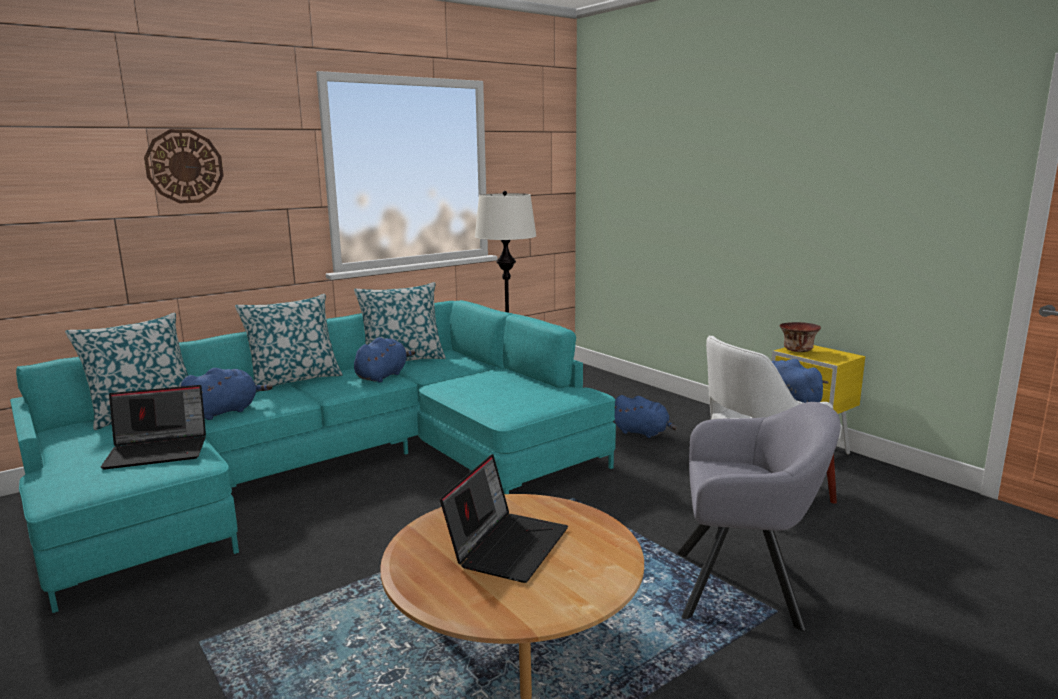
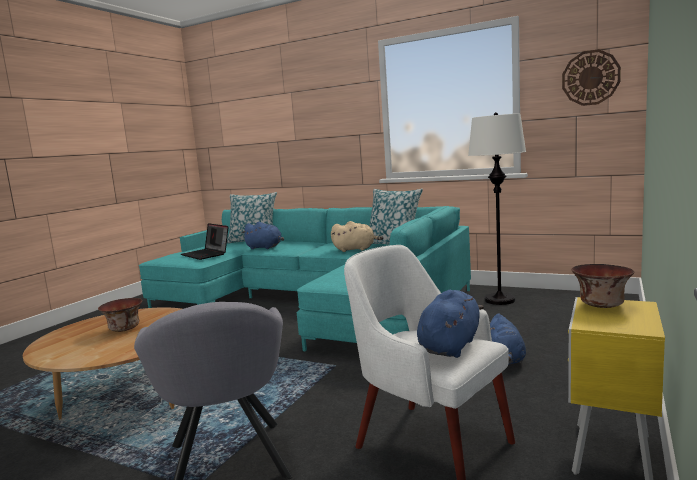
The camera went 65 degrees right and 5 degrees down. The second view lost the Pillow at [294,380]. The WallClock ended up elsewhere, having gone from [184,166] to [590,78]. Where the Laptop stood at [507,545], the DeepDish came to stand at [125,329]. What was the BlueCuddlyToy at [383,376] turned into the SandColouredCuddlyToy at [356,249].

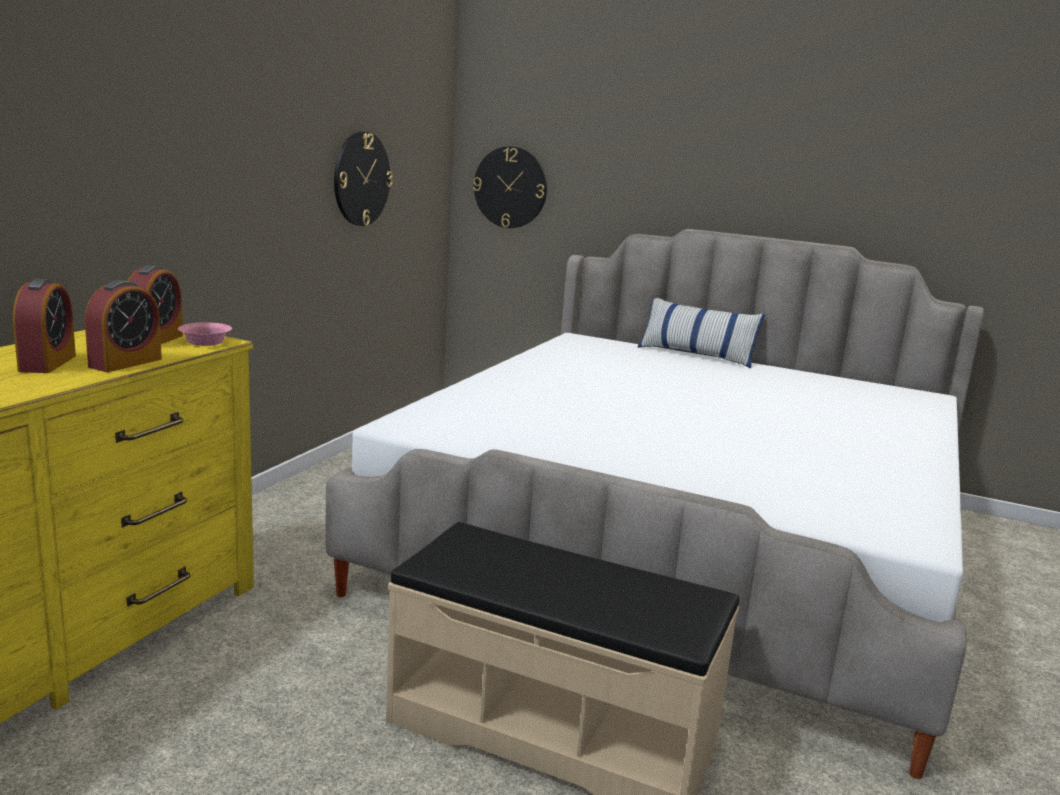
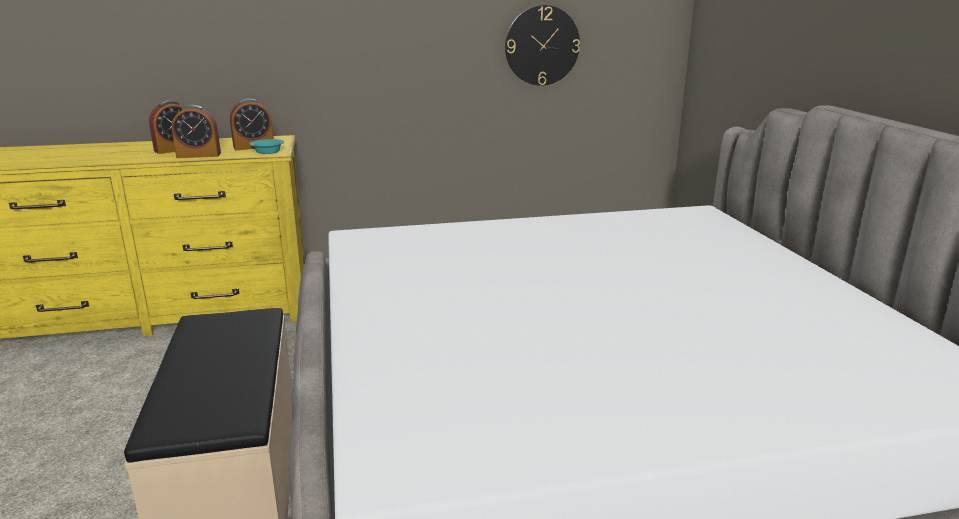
The camera went 55 degrees right and 5 degrees up. The second view lost the WallClock at [510,187]. The second view lost the Pillow at [696,355]. What was the PinkColouredDeepDish at [204,342] turned into the BlueGreenDeepDish at [267,152].

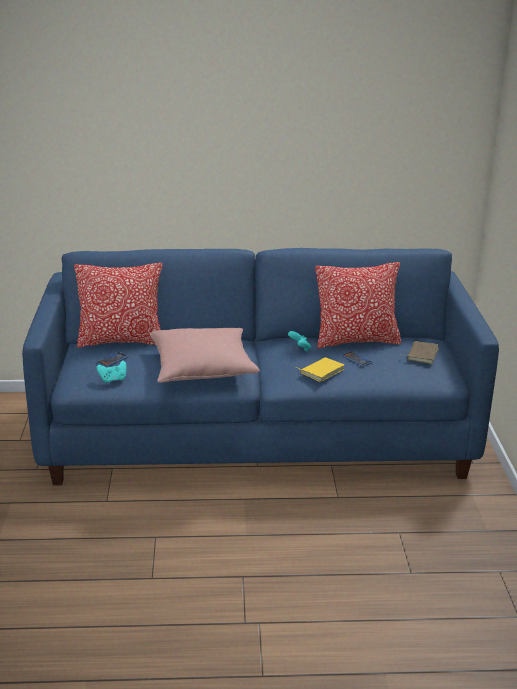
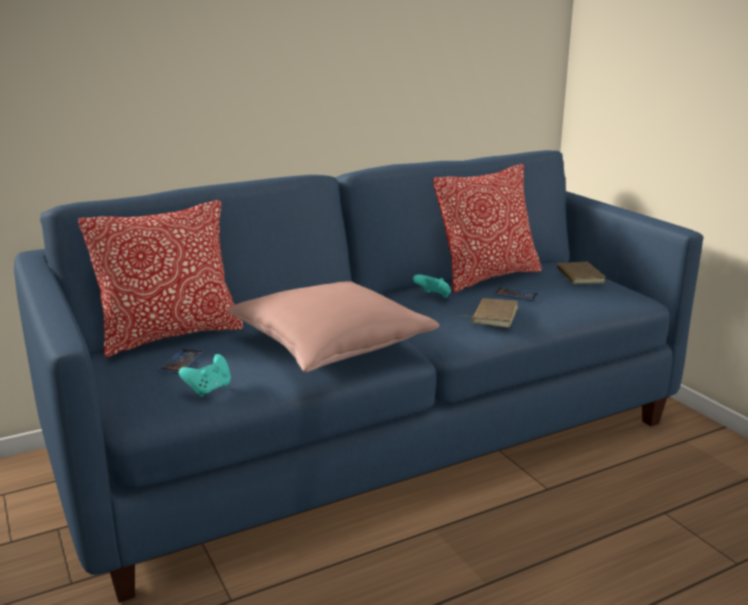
The camera went 25 degrees left and 5 degrees down. What was the YellowishBook at [321,371] turned into the BrownBook at [492,315].

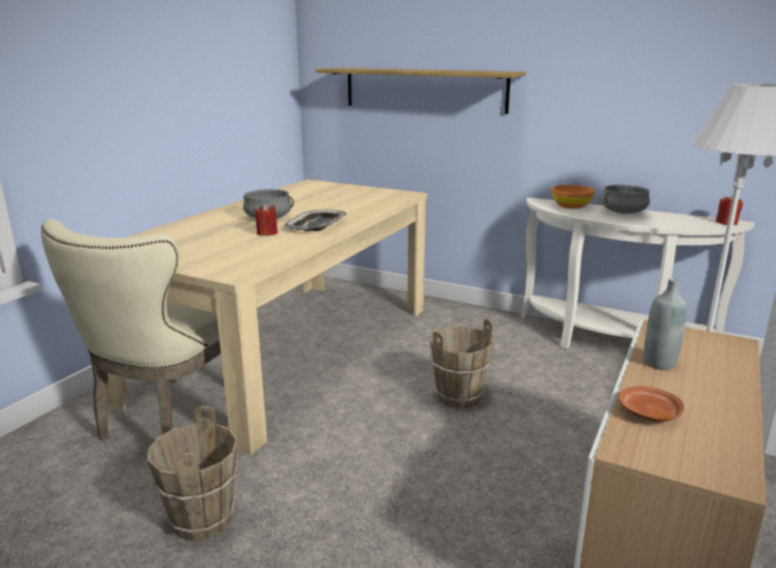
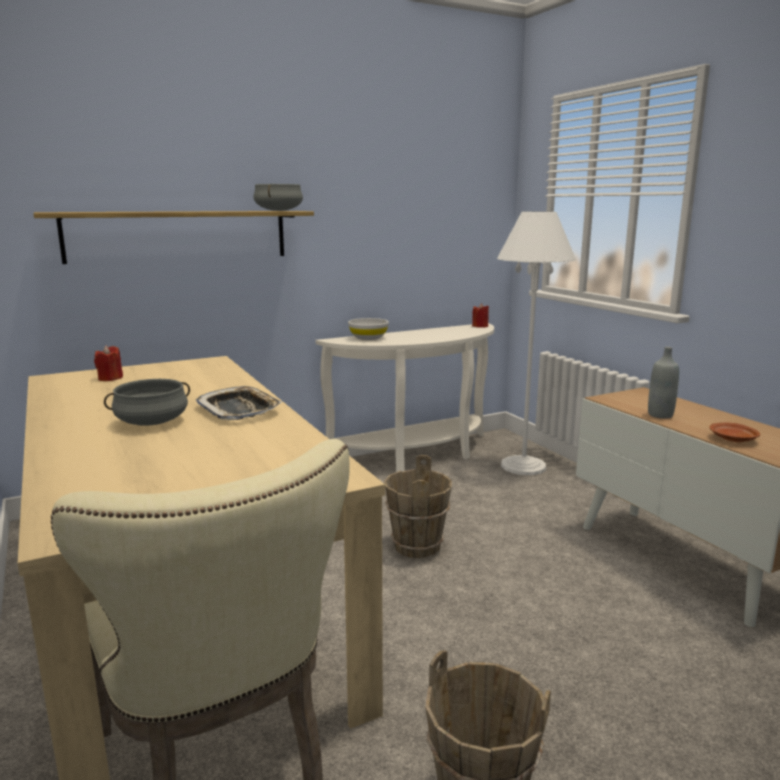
The camera went 55 degrees left and 5 degrees down. The RedColouredWaxLight ended up elsewhere, having gone from [267,233] to [110,378]. The GreyishStockpot ended up elsewhere, having gone from [623,212] to [278,210]. What was the OrangeyDeepDish at [571,206] turned into the WhitishDeepDish at [368,338].

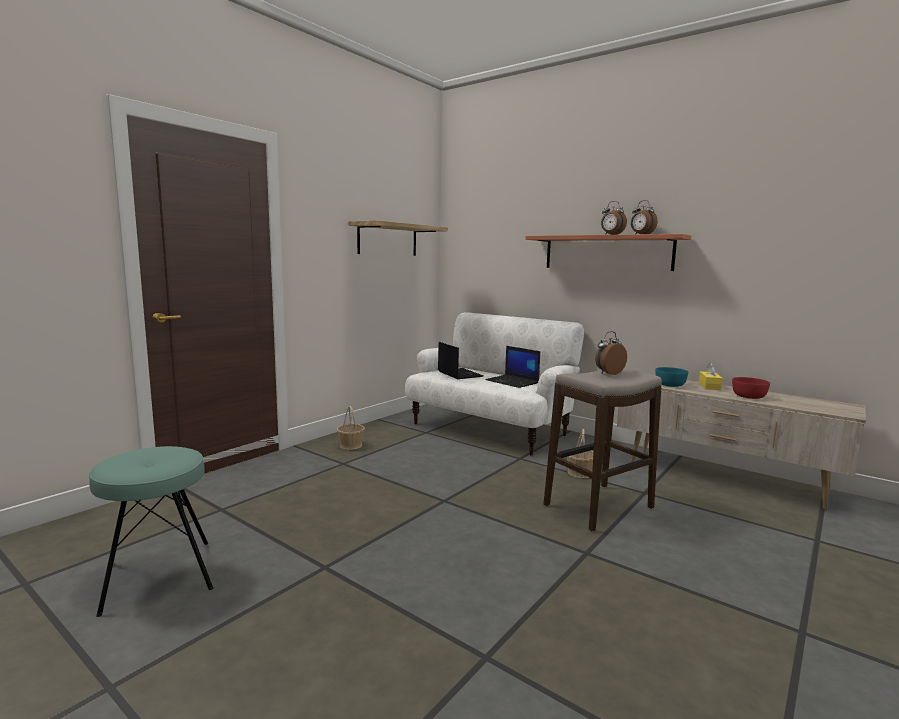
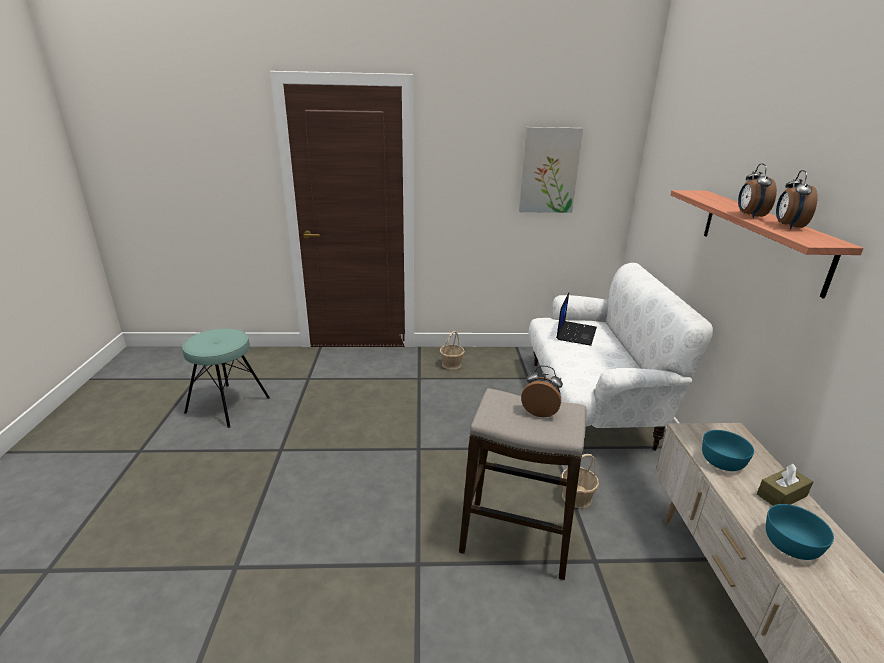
The camera went 50 degrees right and 15 degrees up. The second view lost the Laptop at [513,382]. Where the WallShelf hung at [388,240], the WallPicture came to hang at [549,170]. What was the YellowishBoxOfTissues at [709,386] turned into the BrownBoxOfTissues at [781,495]. What was the RedColouredDeepDish at [748,396] turned into the BlueGreenDeepDish at [790,544].

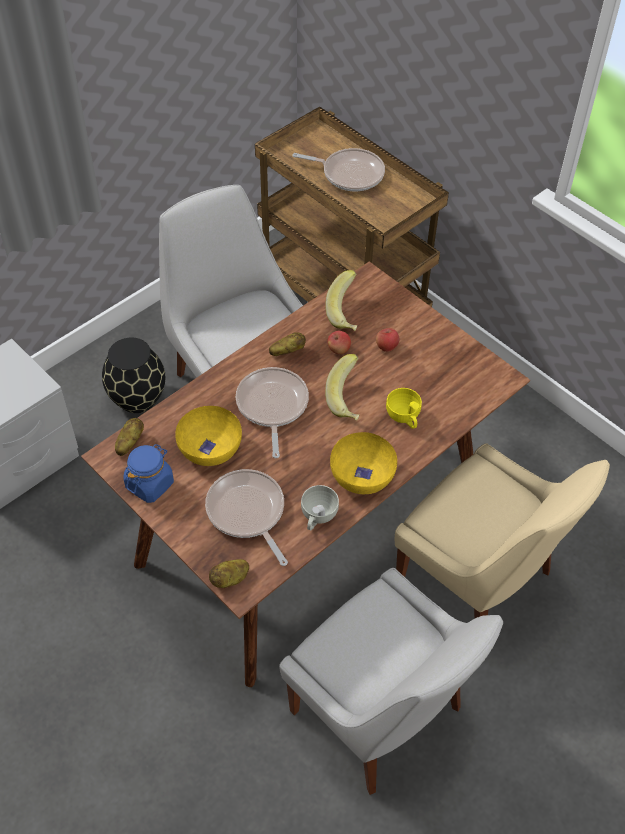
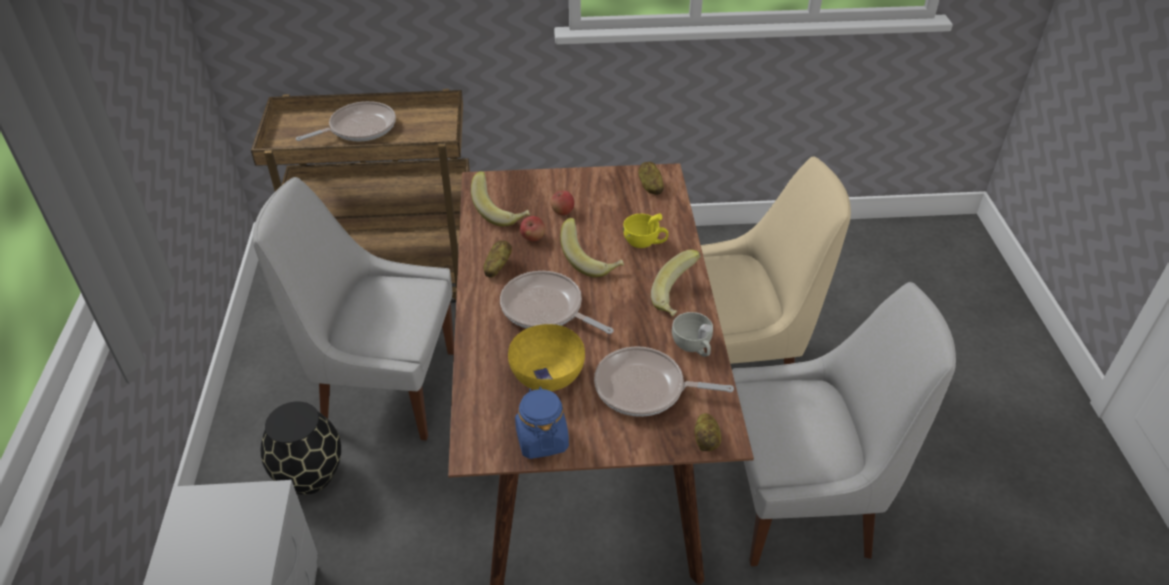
The camera went 50 degrees left and 10 degrees down. The WholePotato ended up elsewhere, having gone from [129,443] to [650,187]. Where the YellowishDeepDish stood at [361,476], the Banana came to stand at [678,298].

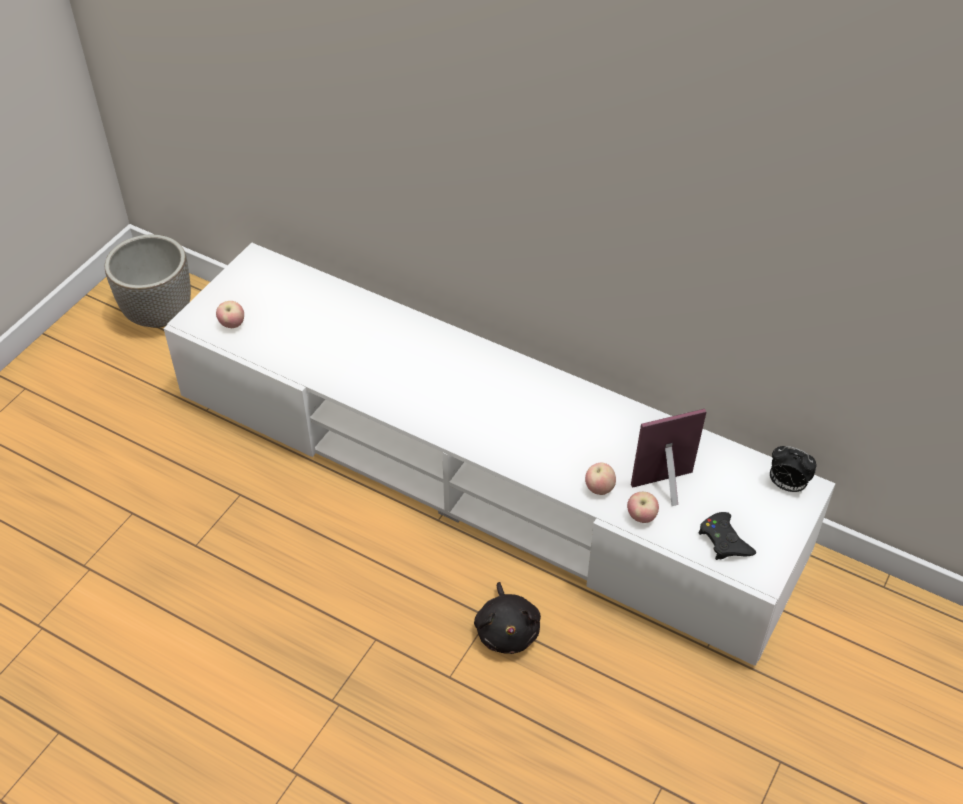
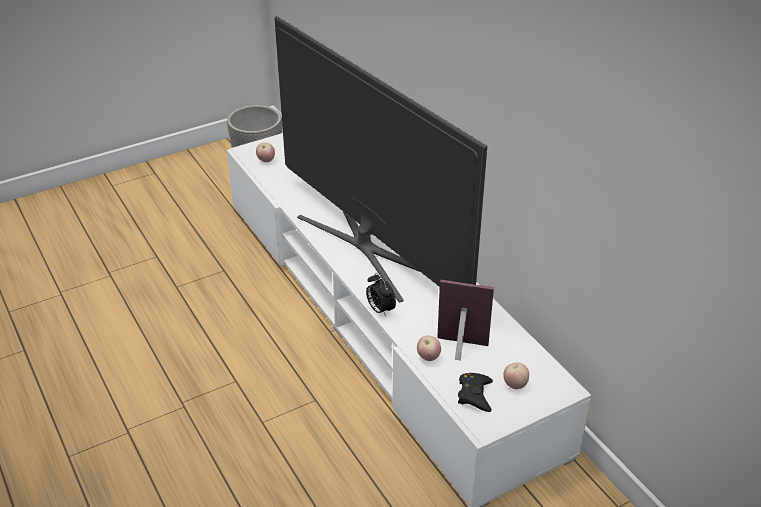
The camera went 30 degrees right and 10 degrees down. The second view lost the BlackishCuddlyToy at [507,630]. The second view gained the Television at [369,246]. The WholeApple ended up elsewhere, having gone from [599,488] to [515,385]. The TableClock ended up elsewhere, having gone from [786,485] to [380,310].

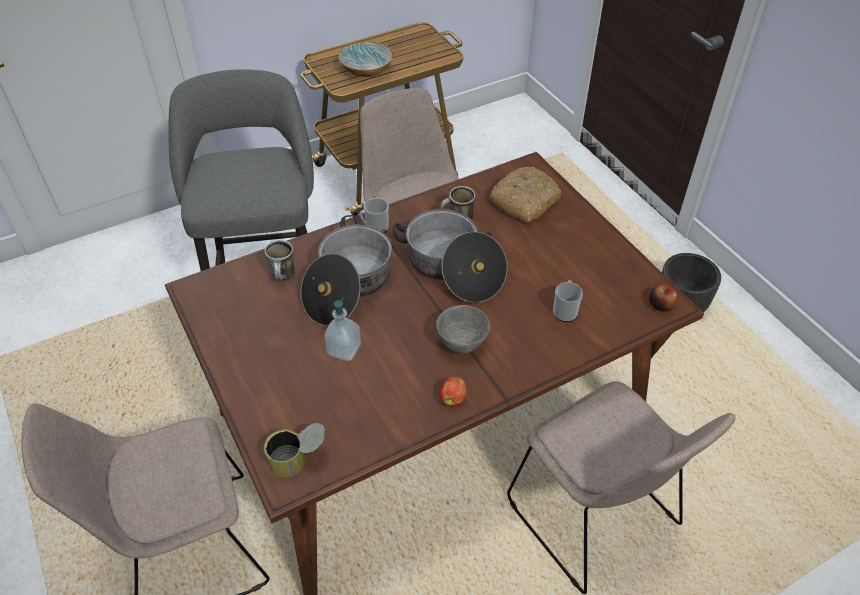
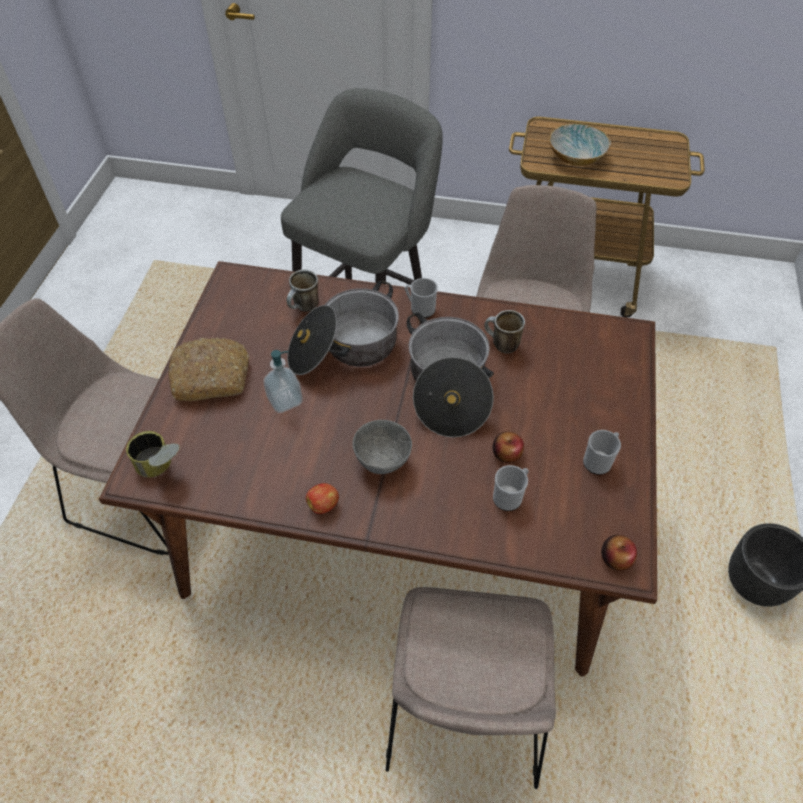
The camera went 40 degrees right and 5 degrees up. The second view gained the WholeApple at [506,453]. The second view gained the TeaMug at [599,461]. The Bread ended up elsewhere, having gone from [525,201] to [212,376].

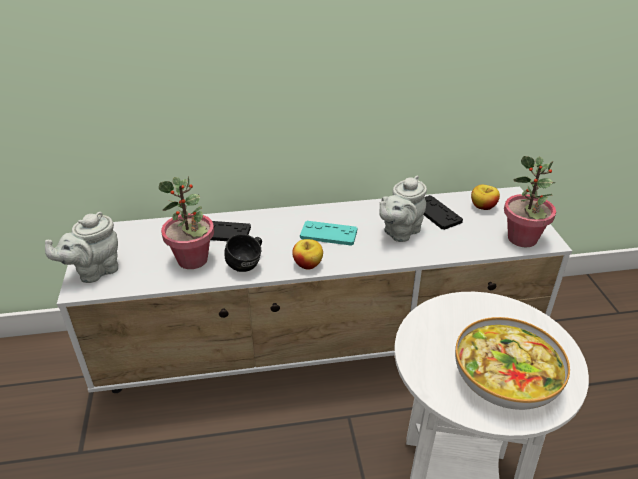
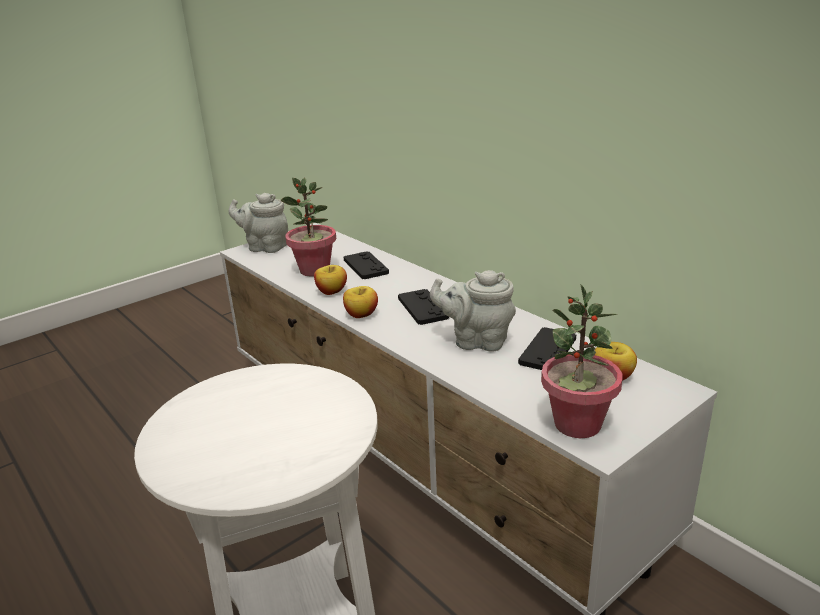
The camera went 60 degrees right and 10 degrees down. The second view lost the DeepDish at [504,379]. Where the BlackishTeaMug stood at [248,265], the WholeApple came to stand at [331,291]. What was the BlueGreenJoypad at [328,234] turned into the BlackishJoypad at [422,308].

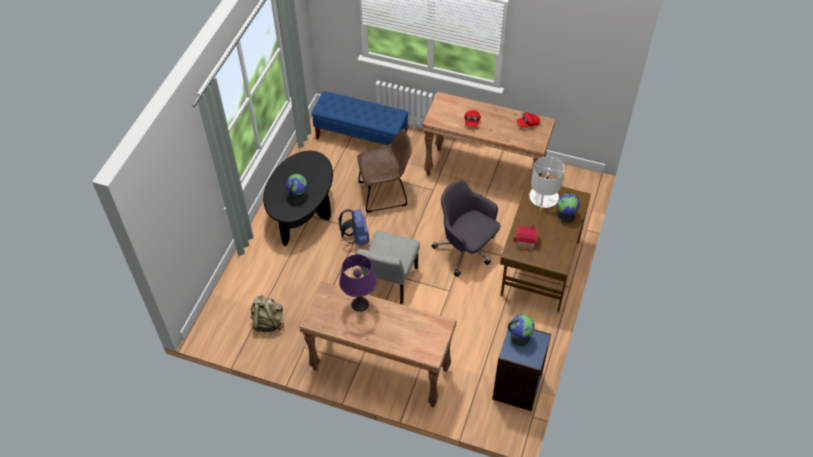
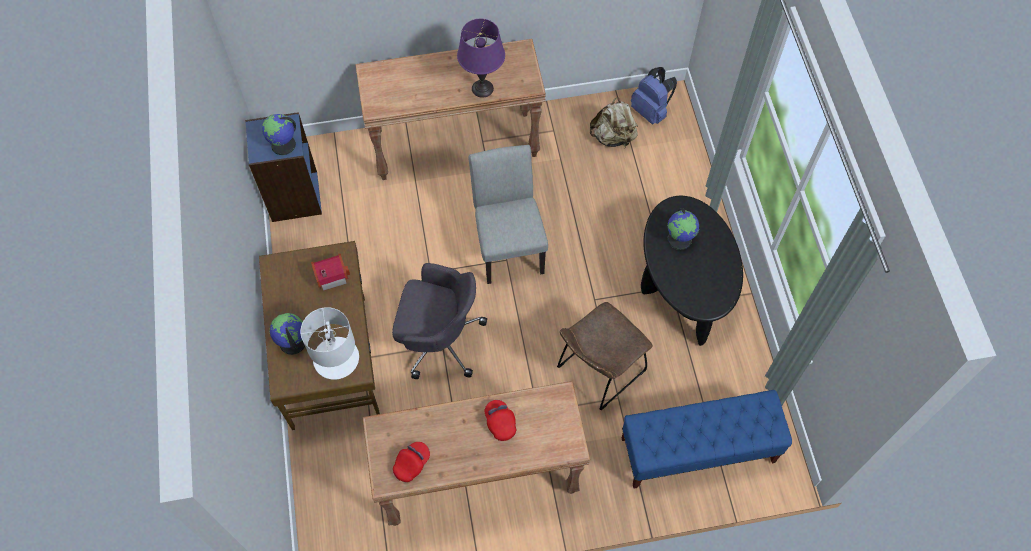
The camera went 150 degrees right and 10 degrees up. The BlueBackpack ended up elsewhere, having gone from [356,238] to [651,111].

